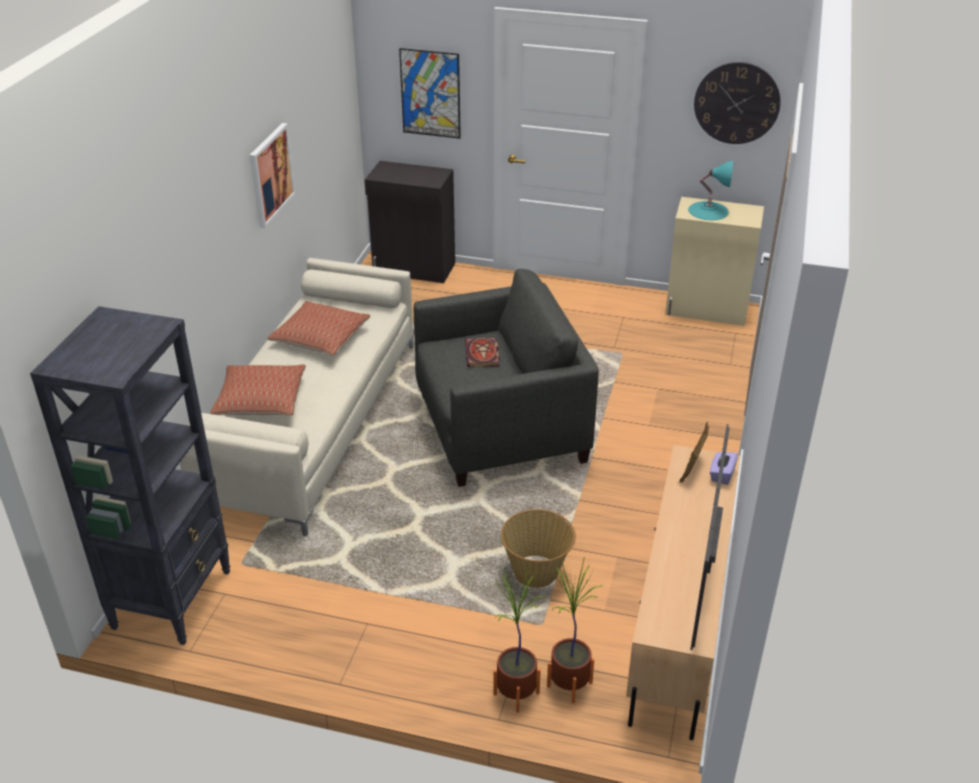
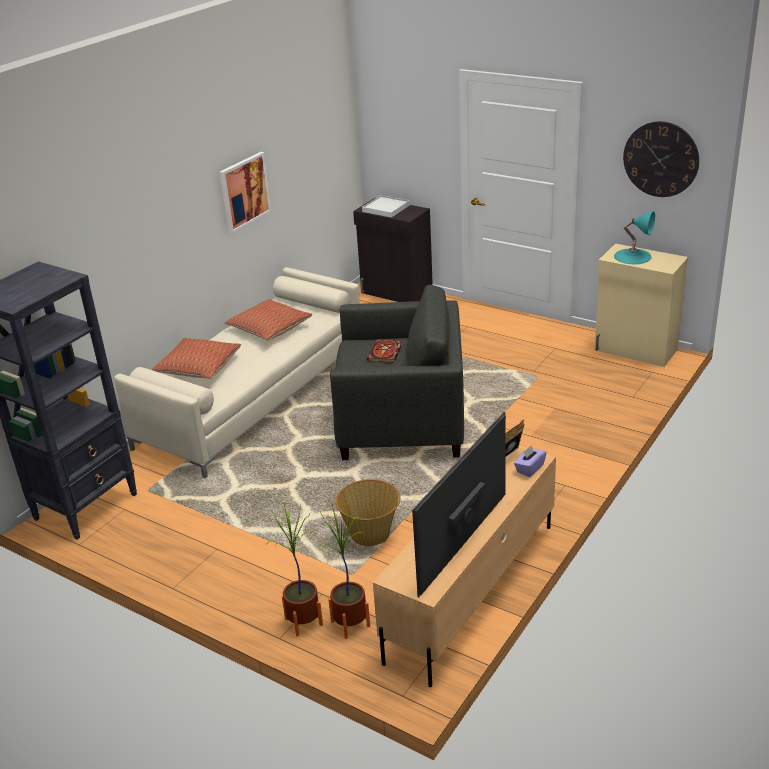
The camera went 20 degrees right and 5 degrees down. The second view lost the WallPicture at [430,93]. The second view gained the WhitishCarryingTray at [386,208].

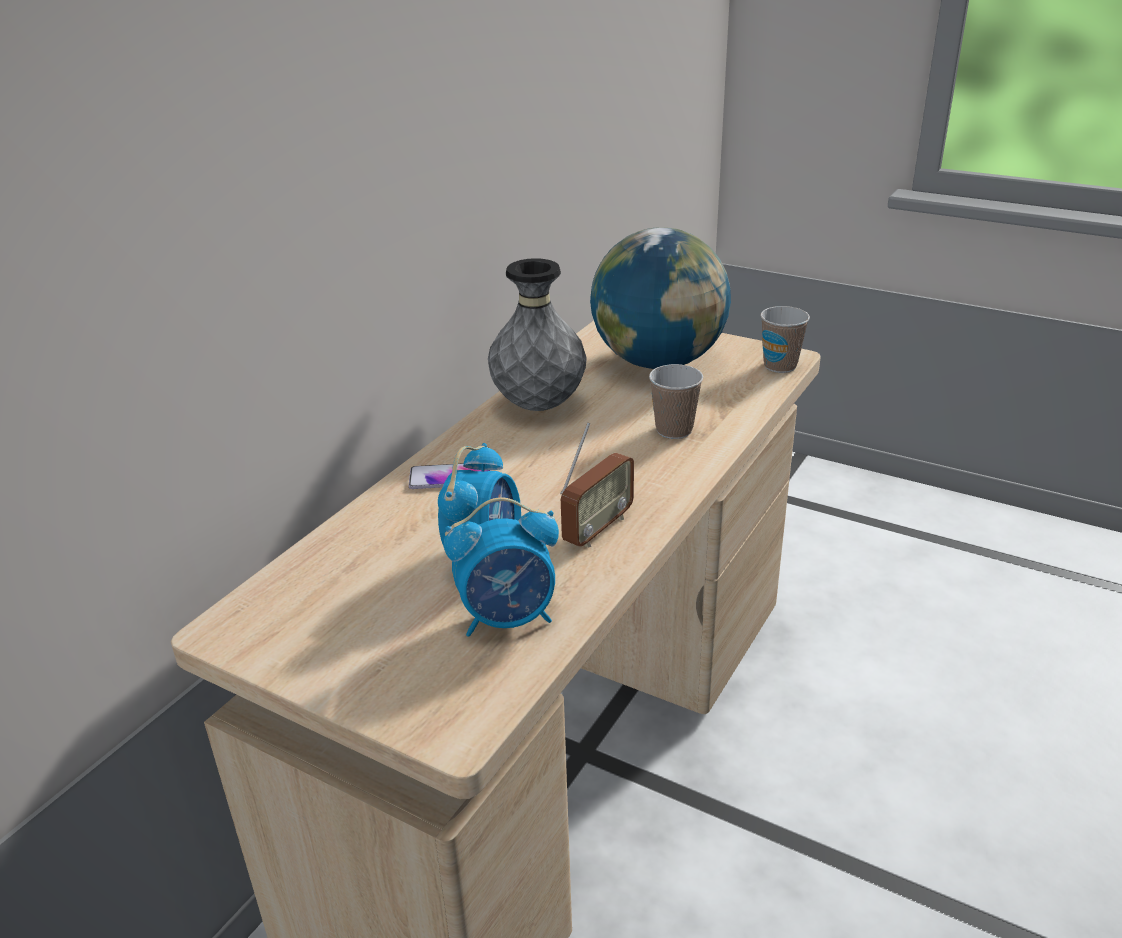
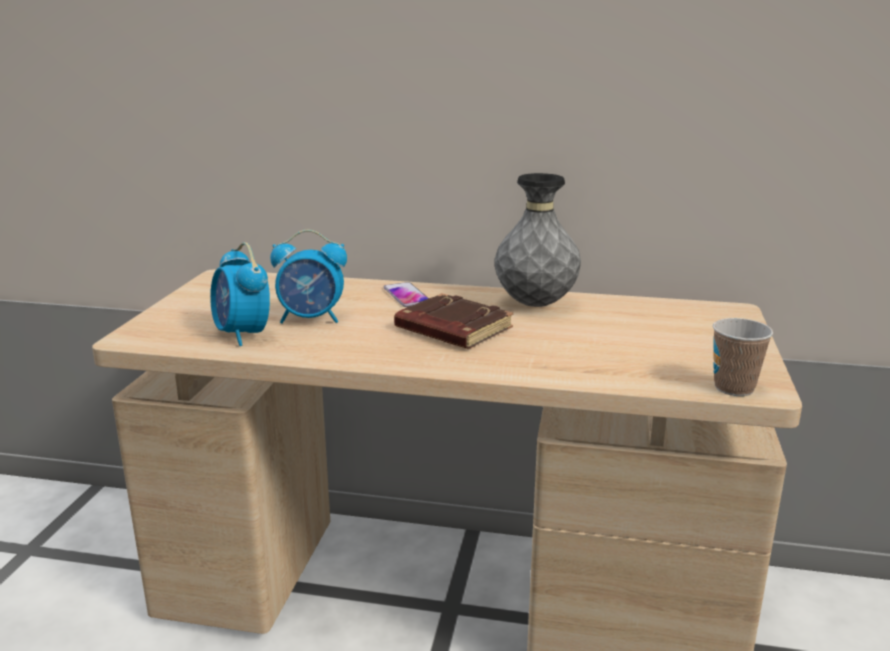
The camera went 70 degrees right and 10 degrees down. The second view lost the RadioSet at [597,529]. The second view lost the DeskGlobe at [658,362]. The second view lost the SmallCup at [674,430]. The second view gained the BrownBook at [451,330].

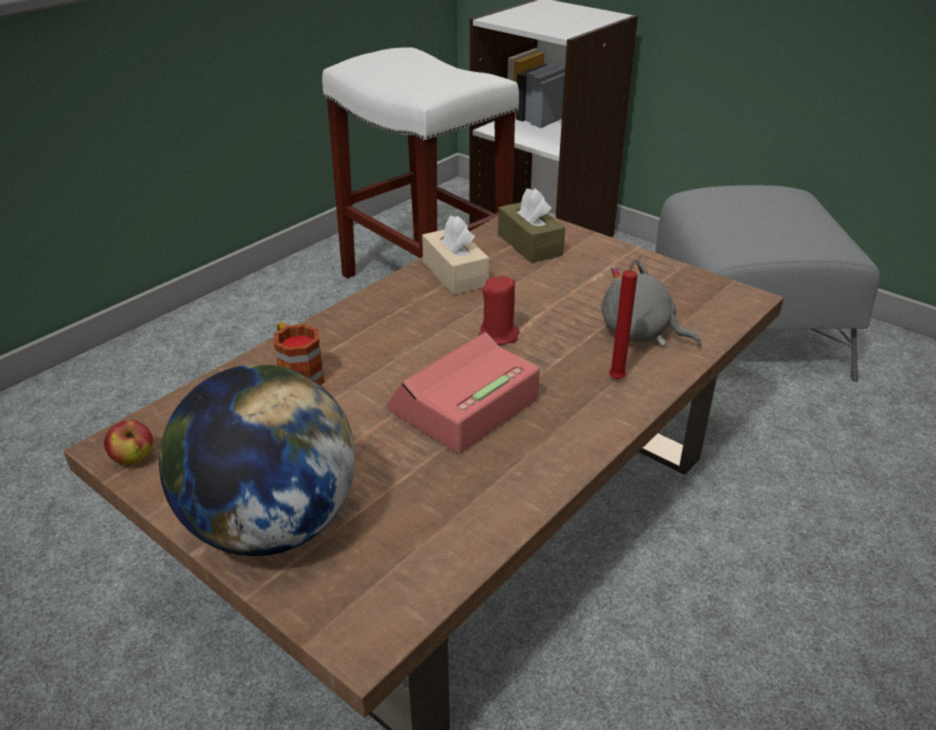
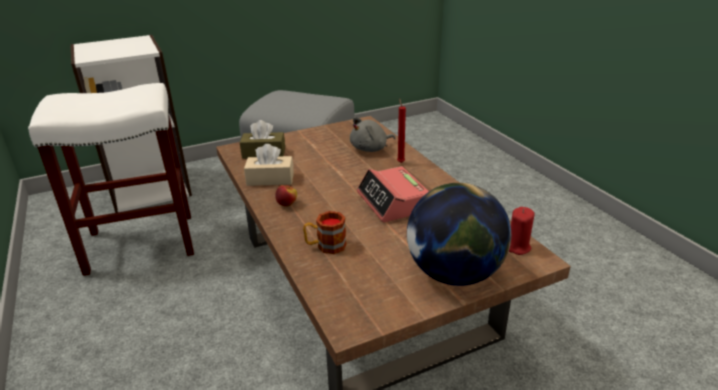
The camera went 65 degrees left and 5 degrees down. The WholeApple ended up elsewhere, having gone from [133,459] to [287,204]. The RedColouredWaxLight ended up elsewhere, having gone from [499,335] to [517,247].

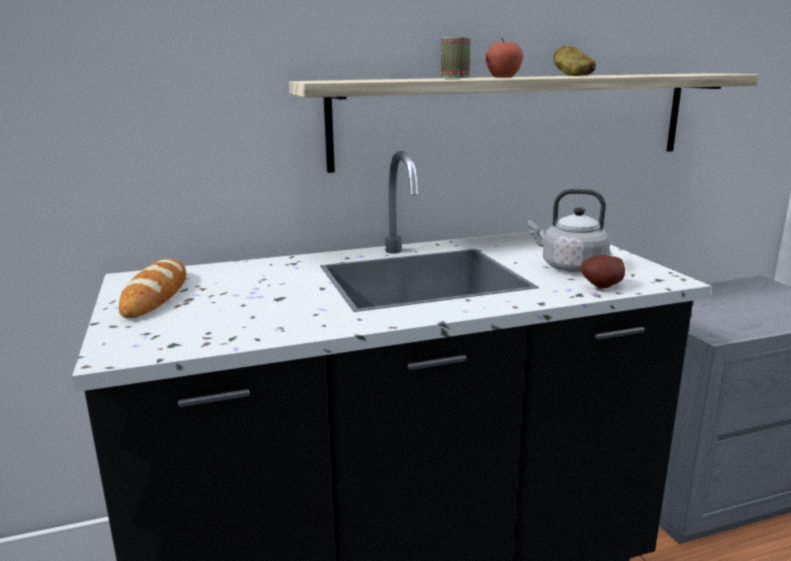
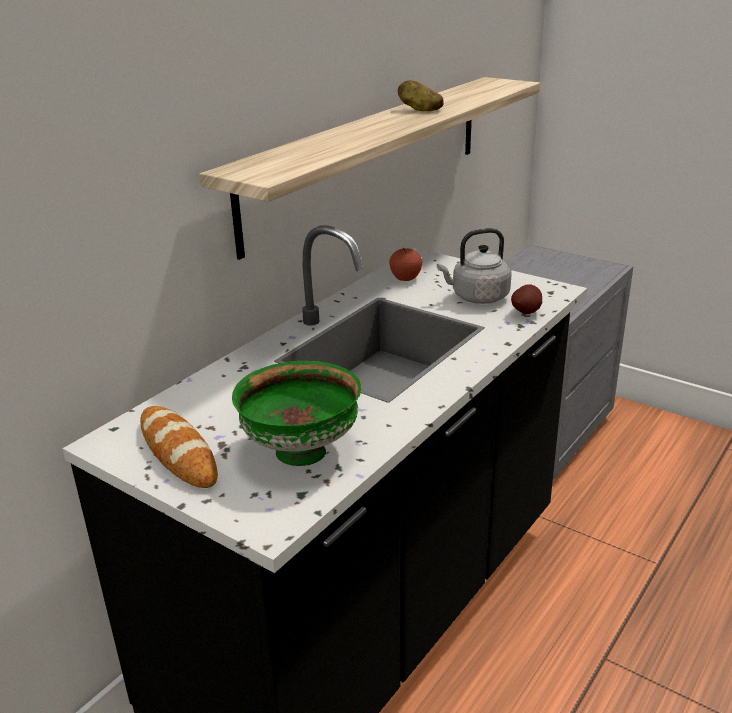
The camera went 35 degrees left and 10 degrees up. The second view lost the TeaMug at [451,77]. The second view gained the GreenColouredDeepDish at [300,451]. The WholeApple ended up elsewhere, having gone from [503,77] to [405,278].

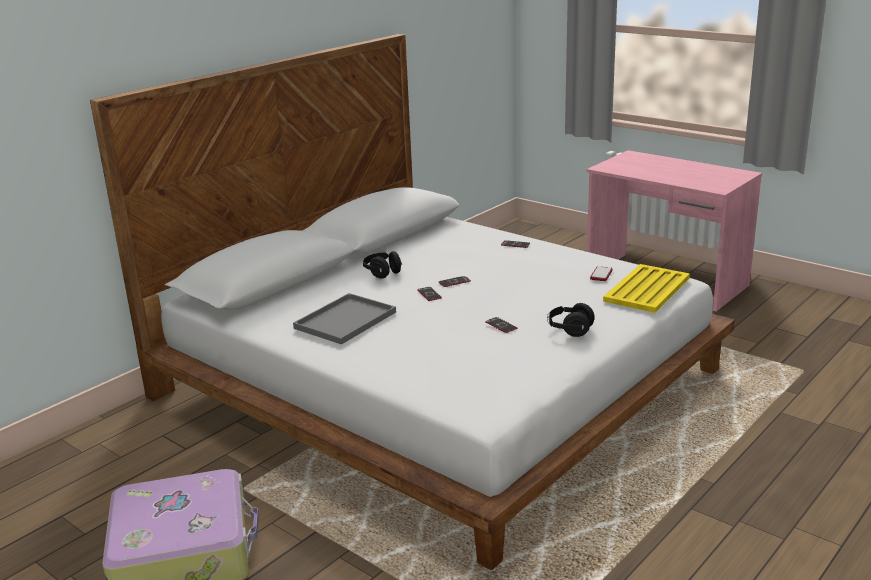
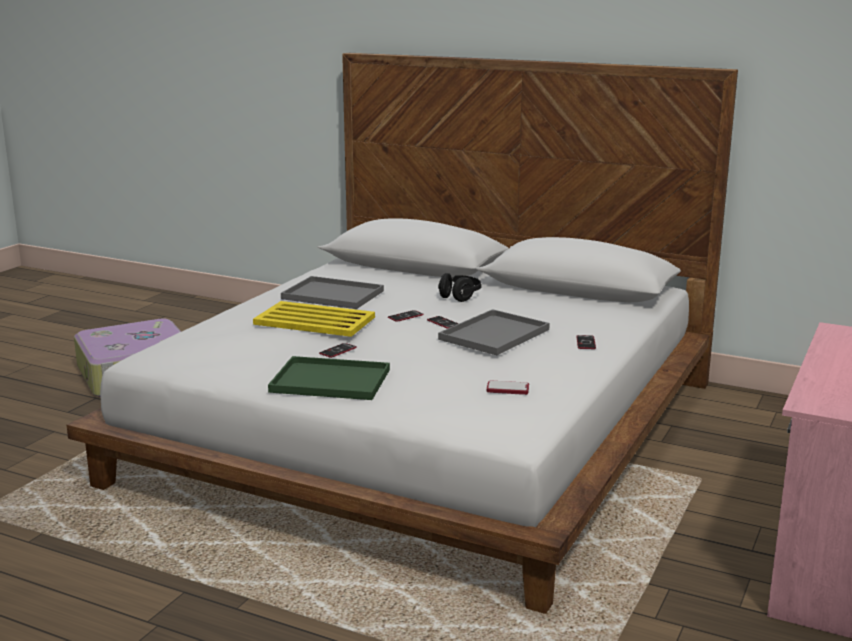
The camera went 75 degrees right and 5 degrees down. The second view gained the GreyishCarryingTray at [494,335]. The YellowishCarryingTray ended up elsewhere, having gone from [646,289] to [313,320]. Where the BlackishPairOfHeadphones stood at [569,330], the GreenColouredCarryingTray came to stand at [333,380].

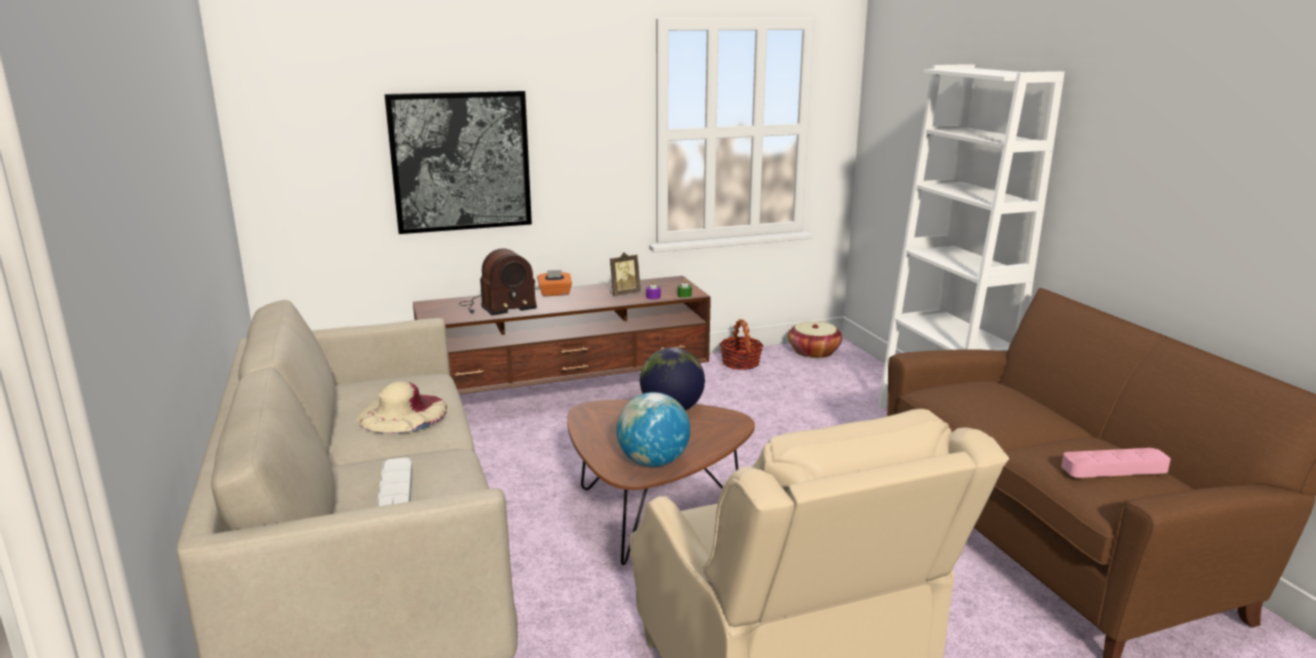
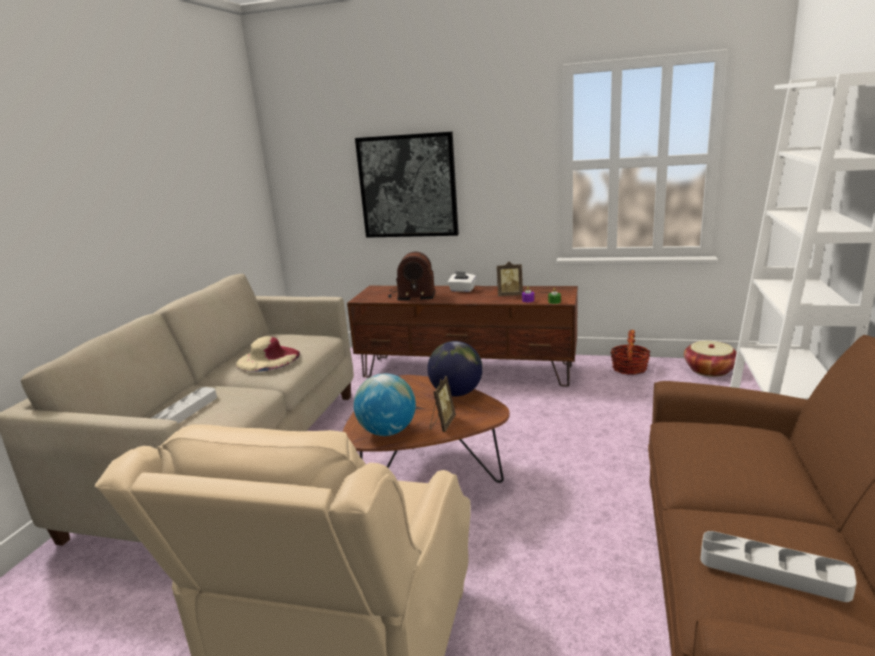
The camera went 35 degrees right and 0 degrees up. The second view gained the PhotoFrame at [442,424]. What was the OrangeyBoxOfTissues at [555,293] turned into the WhitishBoxOfTissues at [462,290]. What was the PinkColouredCarryingTray at [1114,468] turned into the GreyishCarryingTray at [772,571].

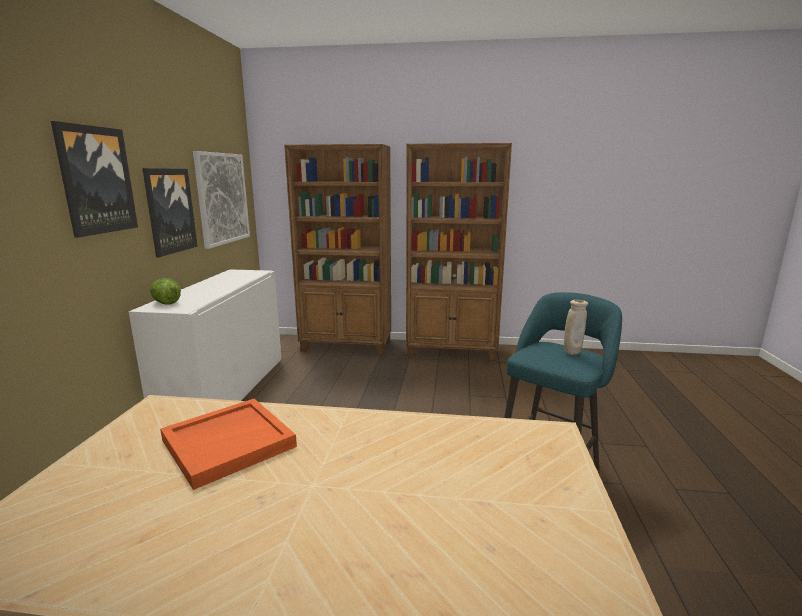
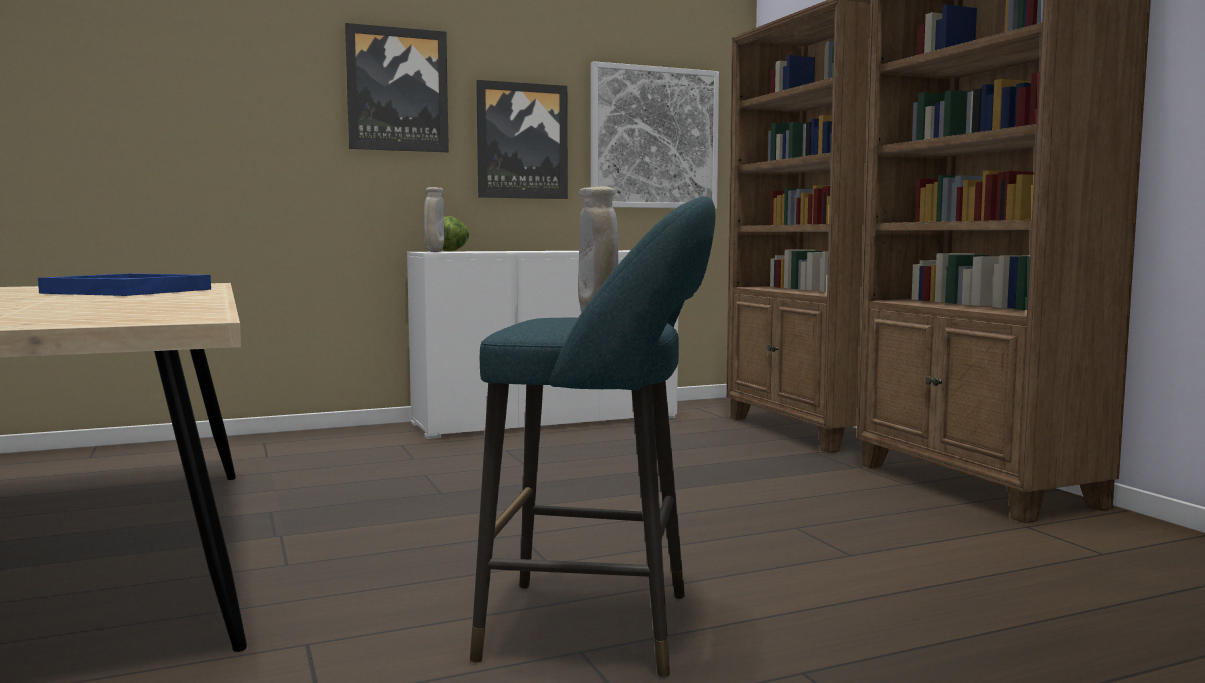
The camera went 60 degrees right and 10 degrees down. The second view gained the SandColouredFlowerVase at [434,252]. What was the OrangeyCarryingTray at [229,442] turned into the BlueCarryingTray at [130,291].

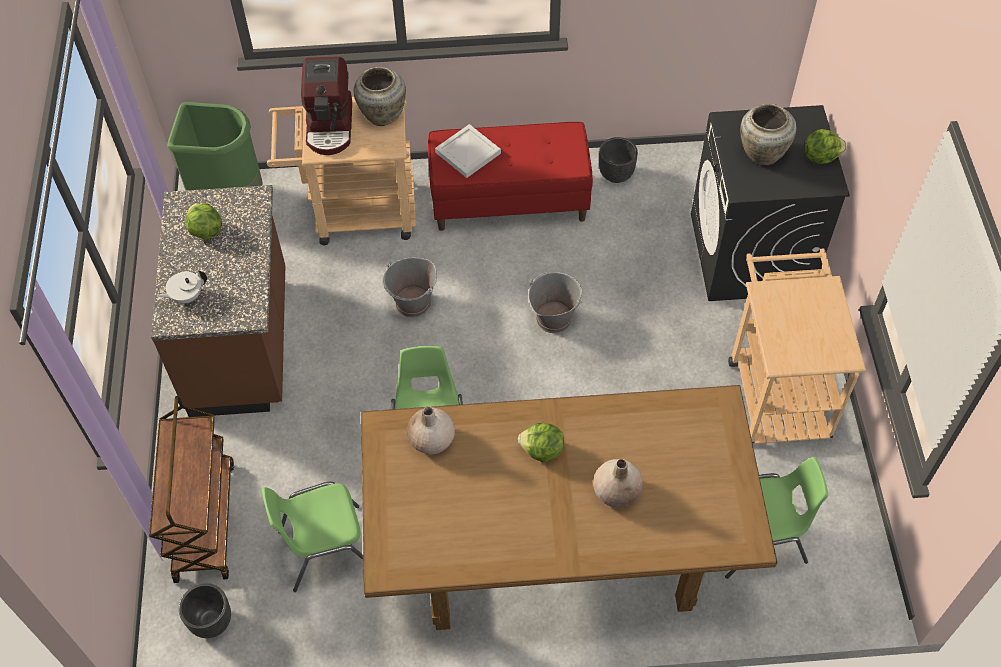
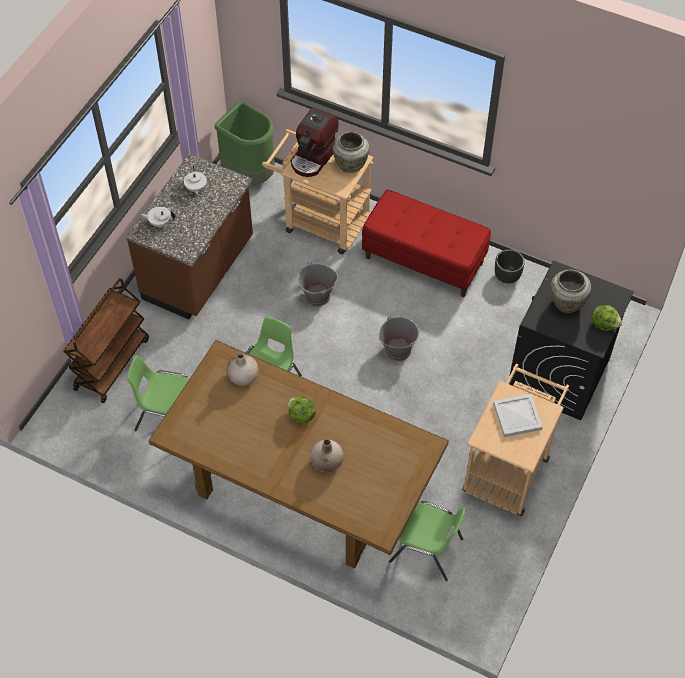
The camera went 30 degrees right and 0 degrees up. The second view lost the BlackishFlowerPot at [211,622]. The WhitishCarryingTray ended up elsewhere, having gone from [468,153] to [516,417]. Where the HeadOfLettuce stood at [205,231], the WhitishTeapot came to stand at [196,188].

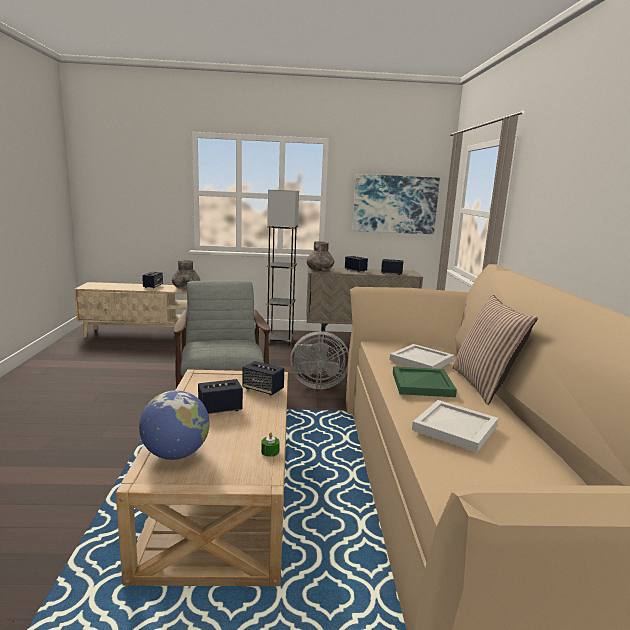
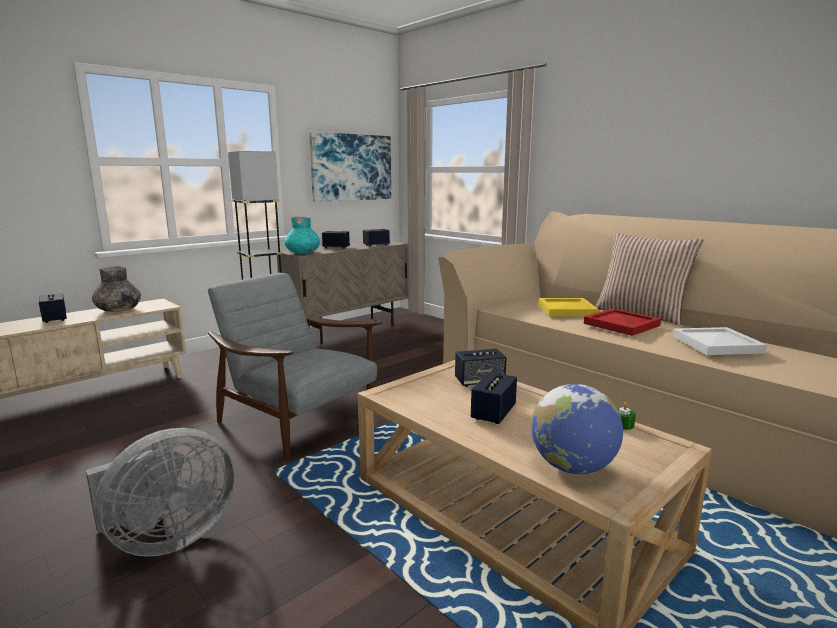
The camera went 40 degrees left and 0 degrees up. The GreyishElectricFan ended up elsewhere, having gone from [316,384] to [167,539]. What was the GreyishFlowerVase at [320,270] turned into the BlueGreenFlowerVase at [303,253]. What was the WhitishCarryingTray at [420,360] turned into the YellowishCarryingTray at [566,310]. What was the GreenColouredCarryingTray at [423,384] turned into the RedColouredCarryingTray at [621,324].

